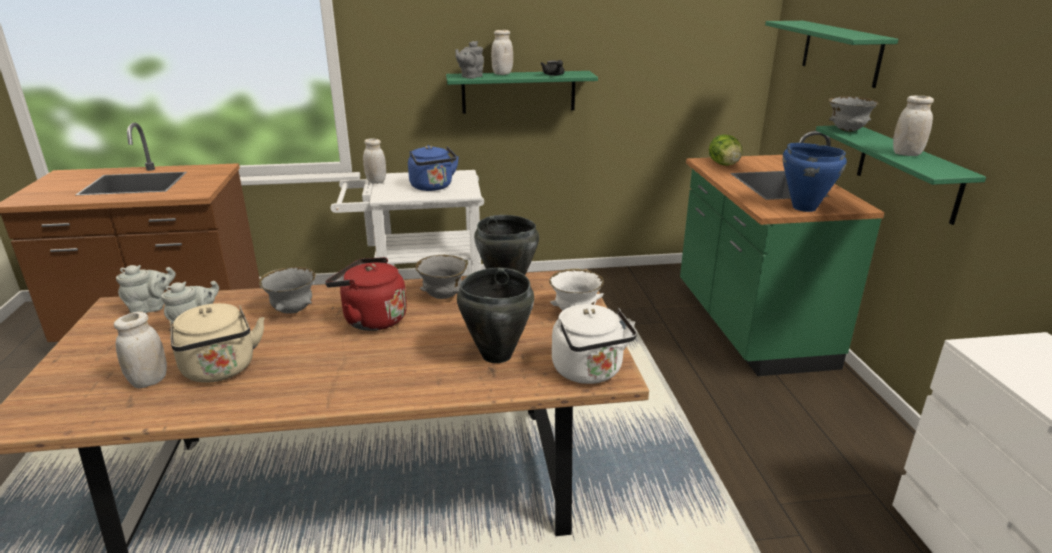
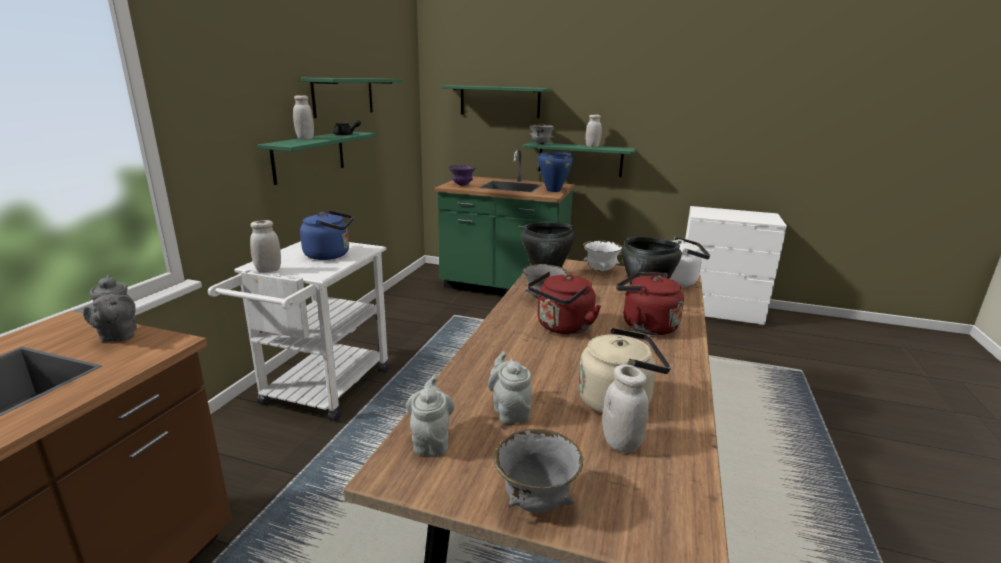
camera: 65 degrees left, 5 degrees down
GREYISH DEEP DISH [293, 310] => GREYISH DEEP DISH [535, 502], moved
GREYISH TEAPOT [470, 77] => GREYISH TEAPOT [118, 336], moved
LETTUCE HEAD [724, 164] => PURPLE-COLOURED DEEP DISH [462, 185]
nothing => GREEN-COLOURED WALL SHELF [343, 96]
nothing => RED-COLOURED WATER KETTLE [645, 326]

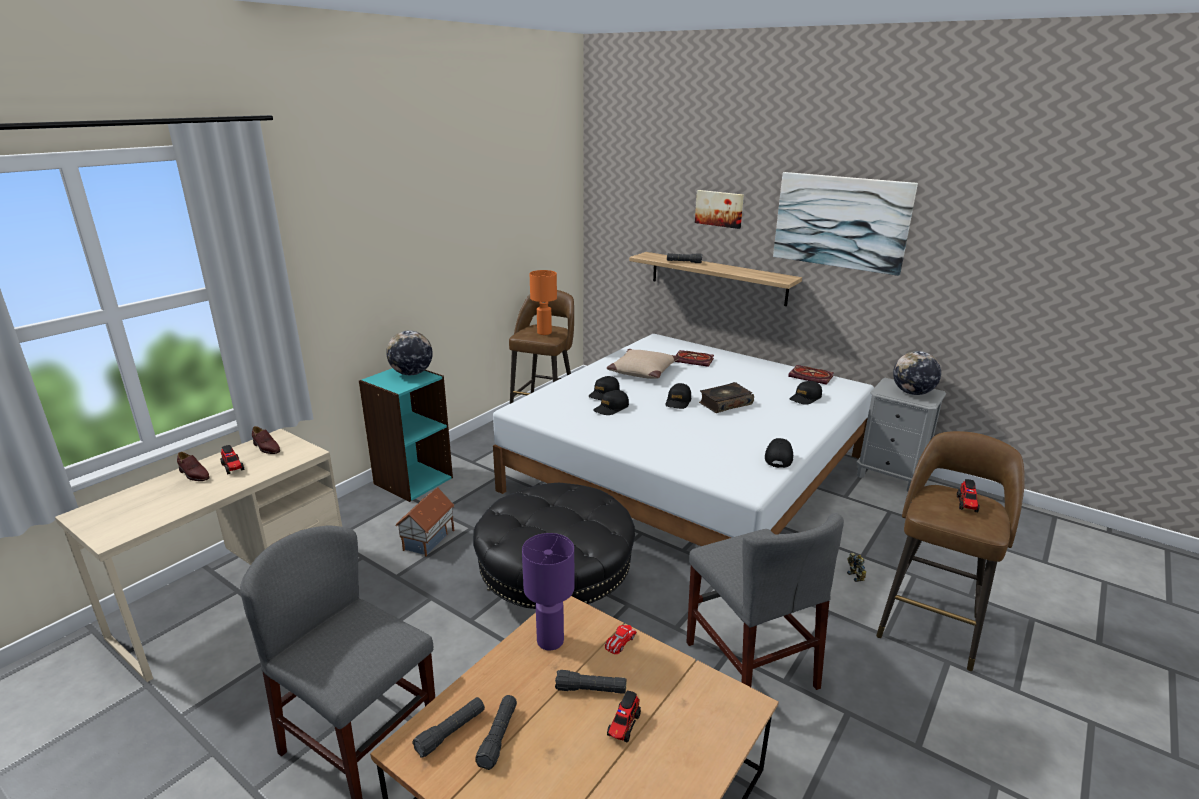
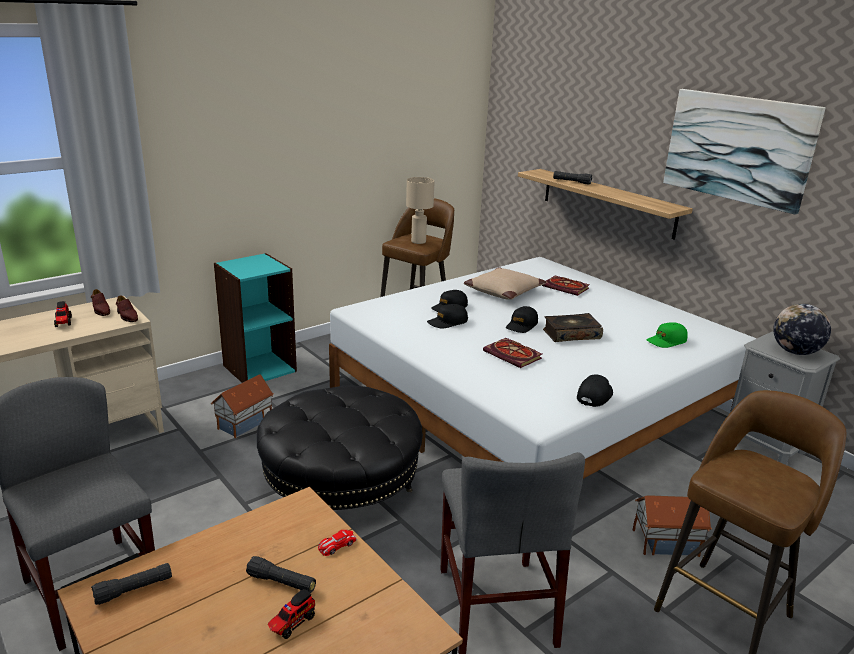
camera: 15 degrees right, 0 degrees up
BROWN LOW SHOE [194, 474] => BROWN LOW SHOE [127, 316], moved
DESK GLOBE [411, 373] => nothing
BLACK HAND TORCH [498, 737] => nothing
PURPLE-COLOURED TABLETOP LAMP [550, 641] => nothing
ORANGE-COLOURED TABLETOP LAMP [544, 333] => BEIGE TABLETOP LAMP [418, 242]
PICTURE [719, 208] => nothing
VOLUME [812, 376] => VOLUME [514, 355], moved
BLACK BASEBALL CAP [805, 398] => GREEN-COLOURED BASEBALL CAP [666, 341]
TOY ROBOT [856, 576] => MINIATURE HOUSE [665, 542]
MODEL TRUCK [967, 504] => nothing

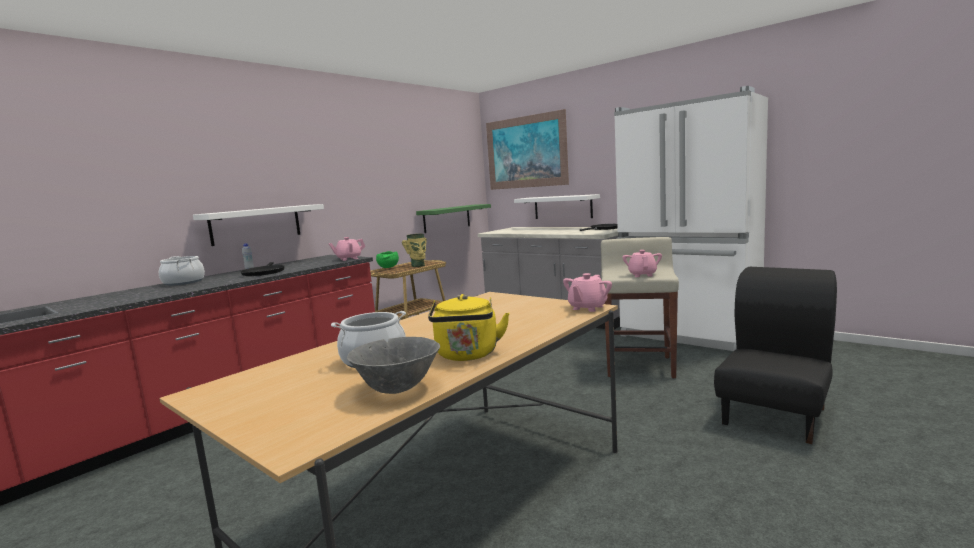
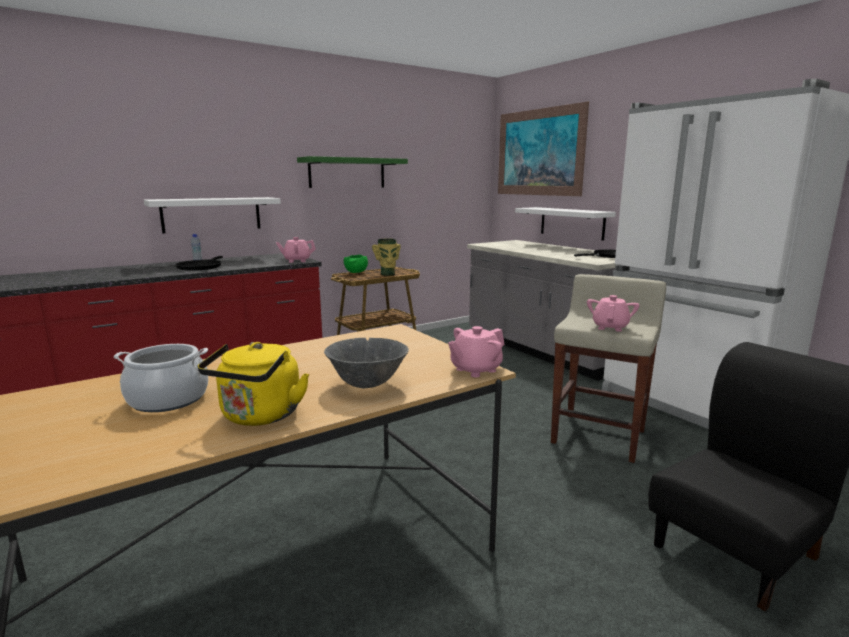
camera: 15 degrees right, 5 degrees up
COOKING POT [183, 282] => nothing
GREYISH DEEP DISH [397, 390] => GREYISH DEEP DISH [367, 385], moved
GREEN-COLOURED WALL SHELF [447, 218] => GREEN-COLOURED WALL SHELF [347, 173], moved

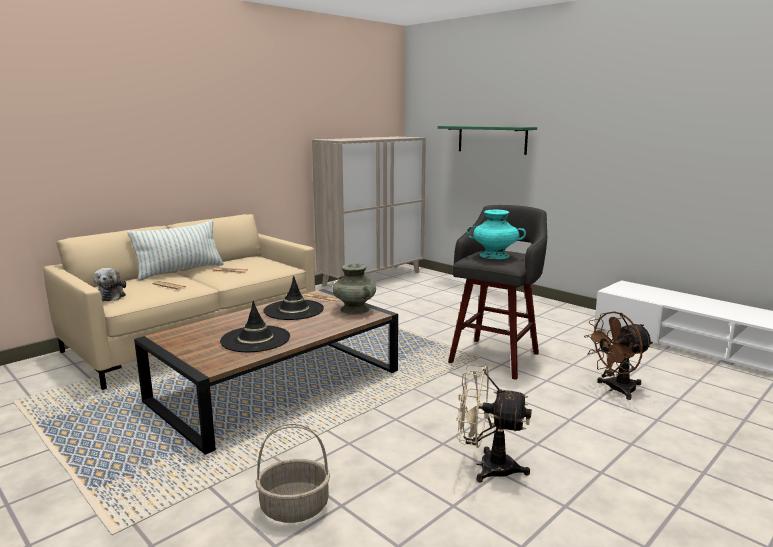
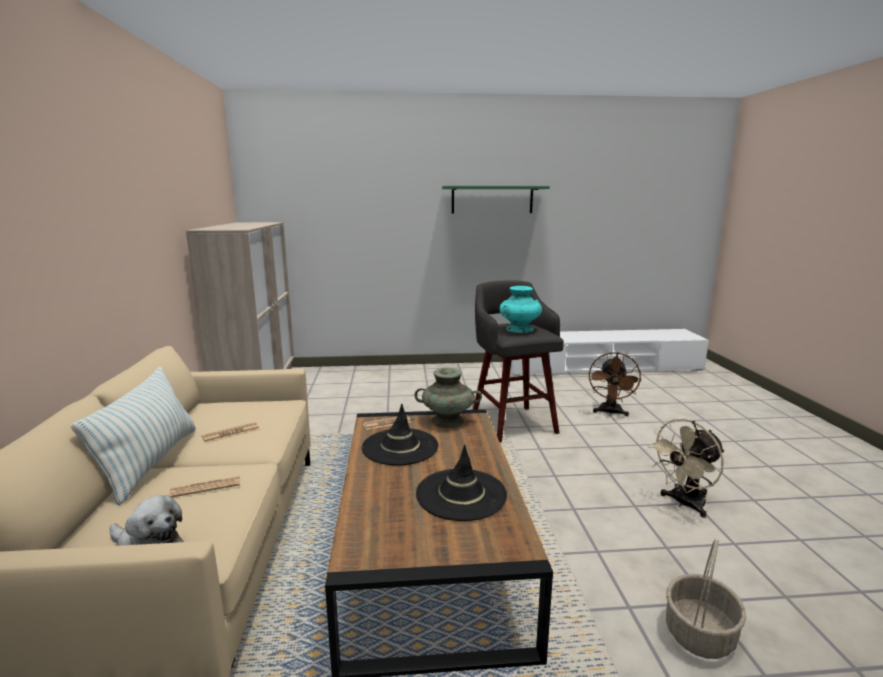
camera: 50 degrees left, 0 degrees up
GREEN-COLOURED WALL SHELF [491, 139] => GREEN-COLOURED WALL SHELF [492, 199], moved

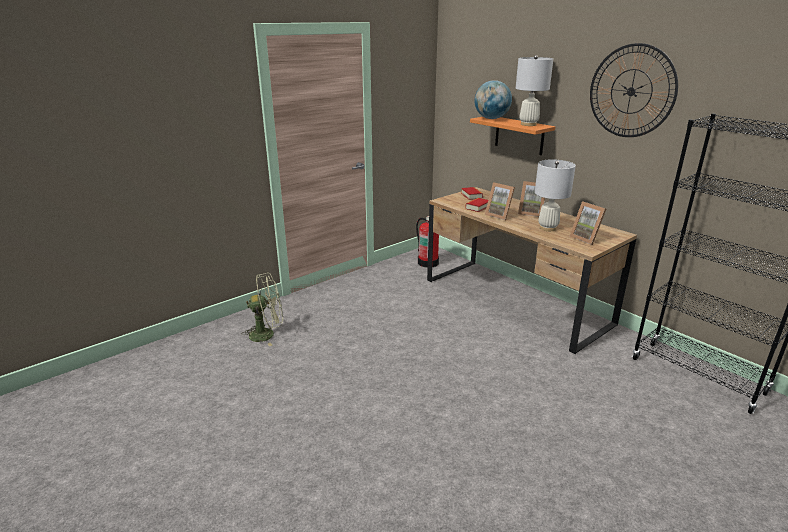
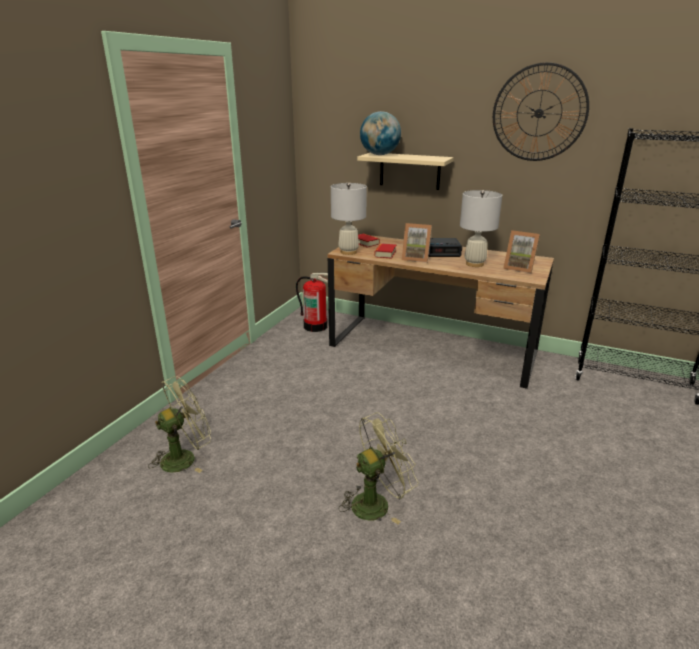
camera: 25 degrees left, 0 degrees up
ORANGE-COLOURED WALL SHELF [519, 135] => BEIGE WALL SHELF [409, 171]
WHITE-COLOURED TABLETOP LAMP [528, 124] => WHITE-COLOURED TABLETOP LAMP [348, 252], moved
PHOTO FRAME [531, 213] => ALARM CLOCK [442, 252]
nothing => GREEN-COLOURED FAN [376, 502]

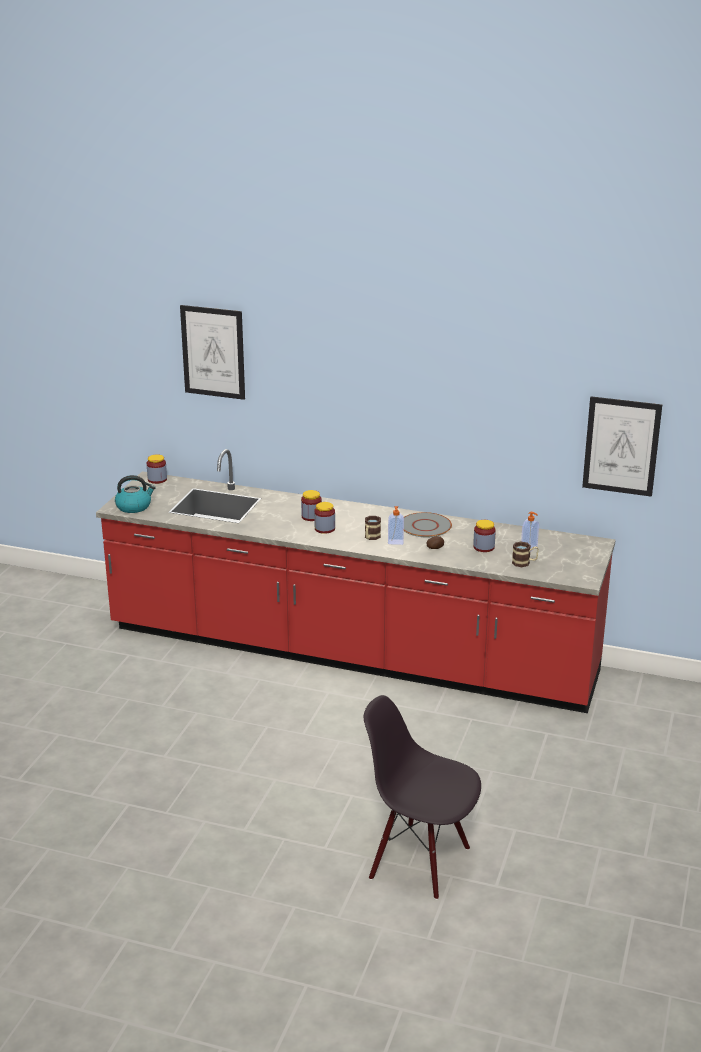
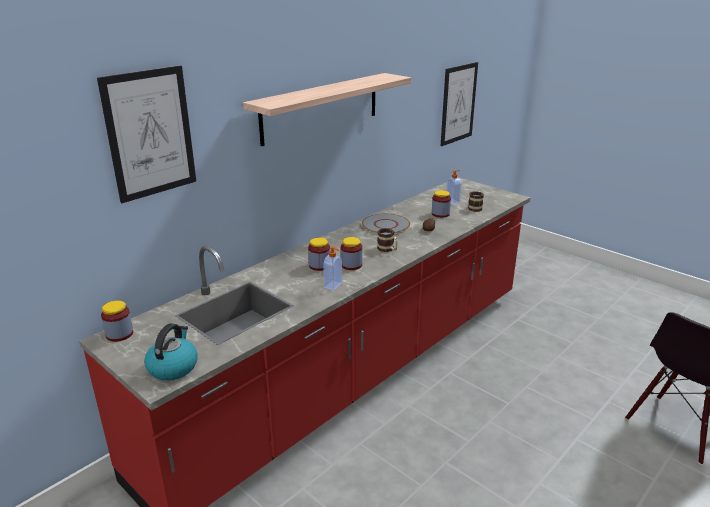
camera: 65 degrees left, 0 degrees up
SOAP BOTTLE [395, 542] => SOAP BOTTLE [333, 286], moved
nothing => WALL SHELF [321, 108]

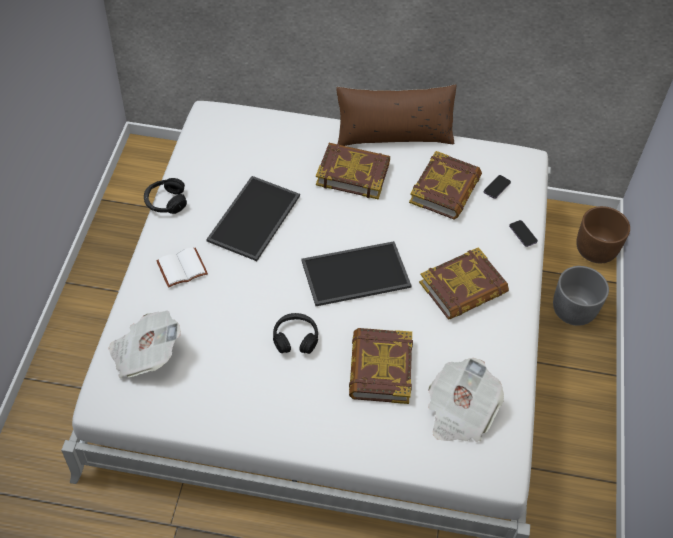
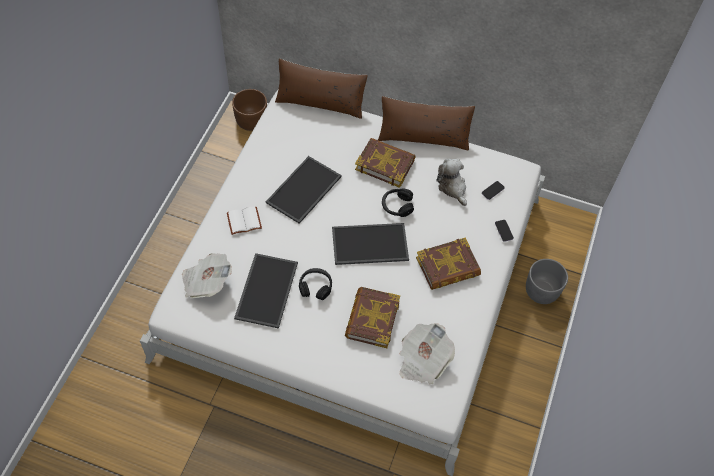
camera: 10 degrees right, 5 degrees up
BLACK HEADPHONES [165, 202] => BLACK HEADPHONES [397, 206], moved
VOLUME [445, 190] => PLUSH TOY [452, 187]
BROWN PLANT POT [596, 250] => BROWN PLANT POT [251, 121], moved
nothing => SERVING TRAY [265, 289]
nothing => BROWN PILLOW [320, 102]

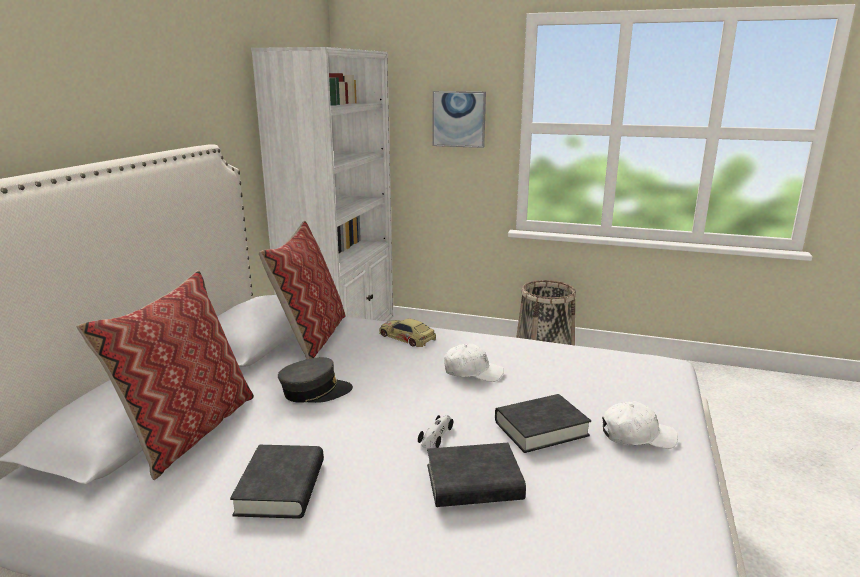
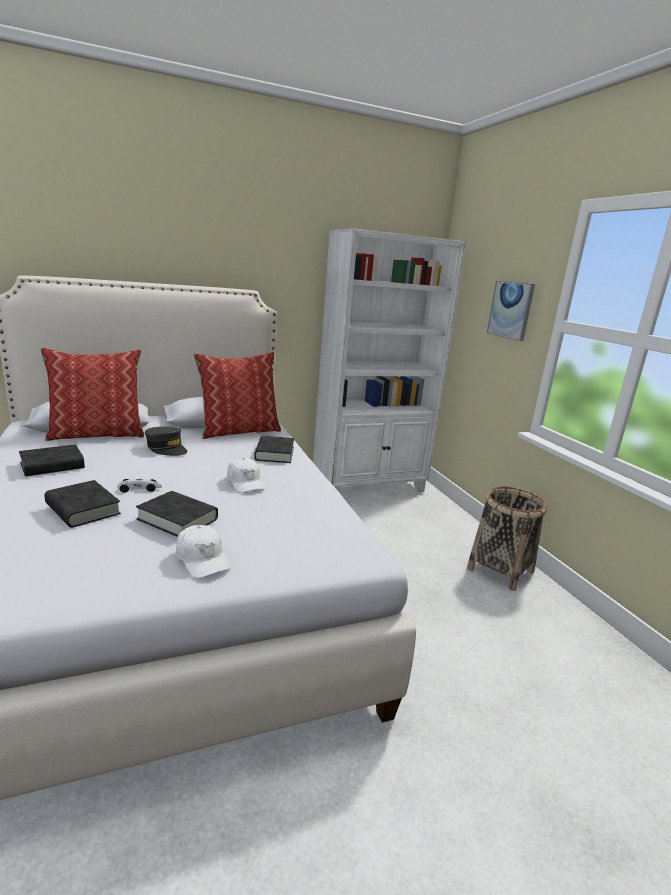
camera: 50 degrees right, 0 degrees up
TOY CAR [406, 337] => BLACK VOLUME [274, 453]

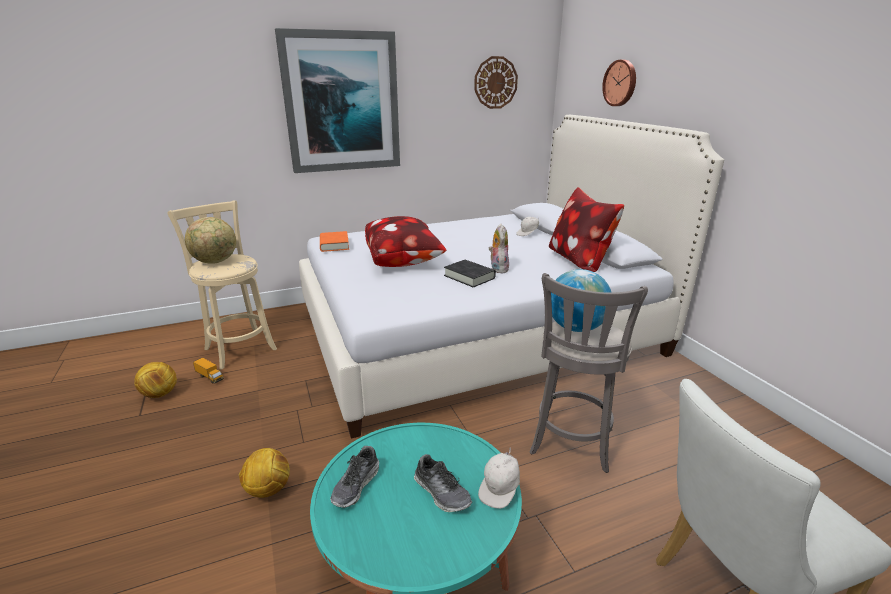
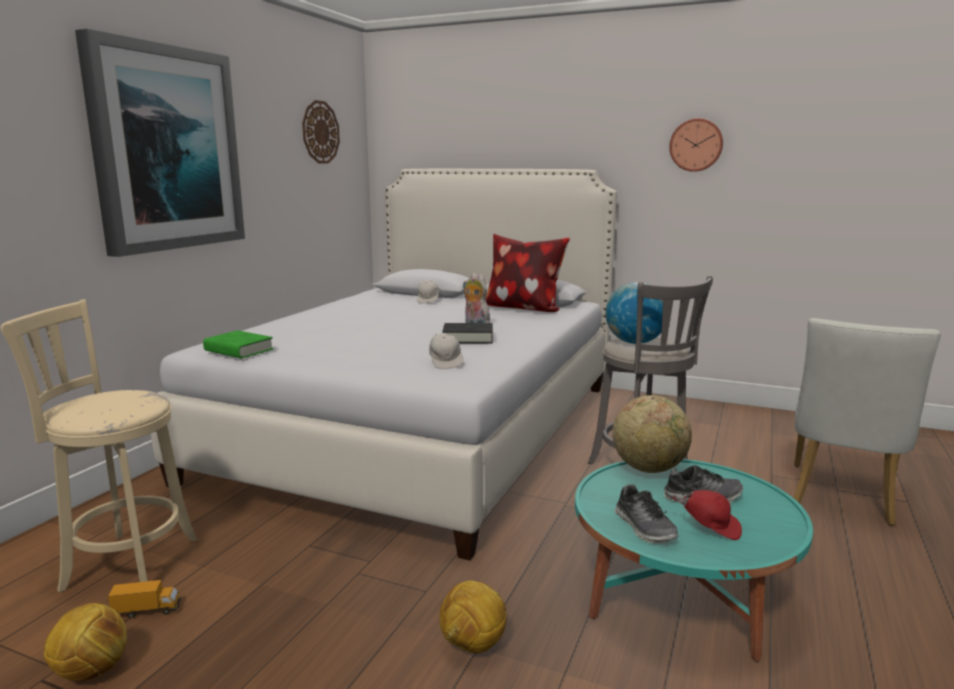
camera: 45 degrees left, 10 degrees down
DESK GLOBE [216, 262] => DESK GLOBE [649, 468], moved
ORANGE-COLOURED VOLUME [334, 245] => GREEN-COLOURED VOLUME [239, 350]
PILLOW [404, 262] => nothing
WHITE-COLOURED BASEBALL CAP [500, 489] => WHITE-COLOURED BASEBALL CAP [446, 362], moved
WALL CLOCK [620, 83] => WALL CLOCK [696, 145], moved
nothing => RED-COLOURED BASEBALL CAP [710, 528]

